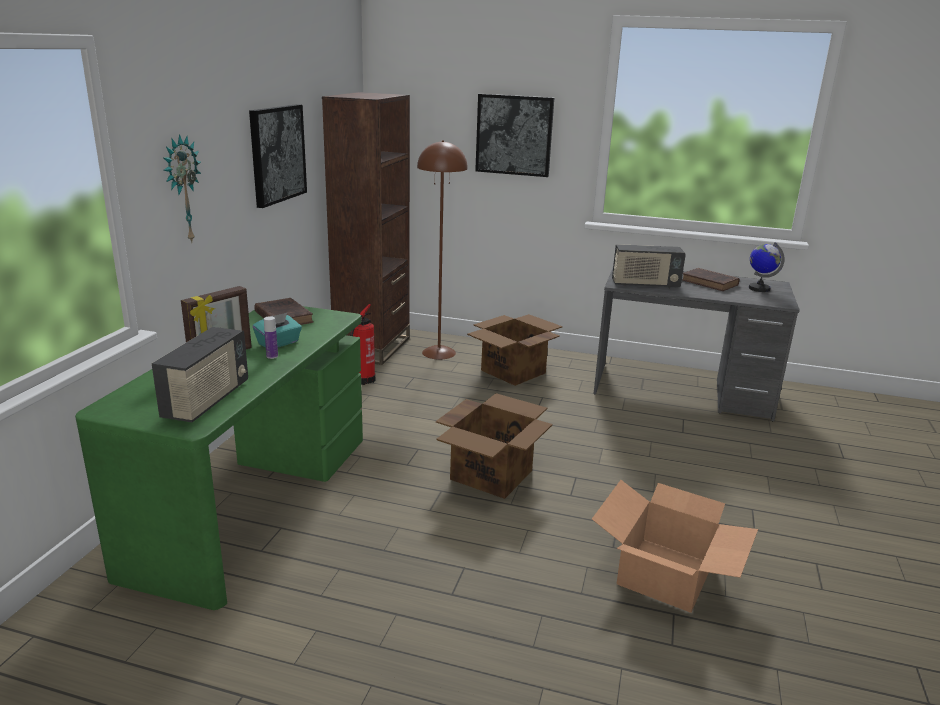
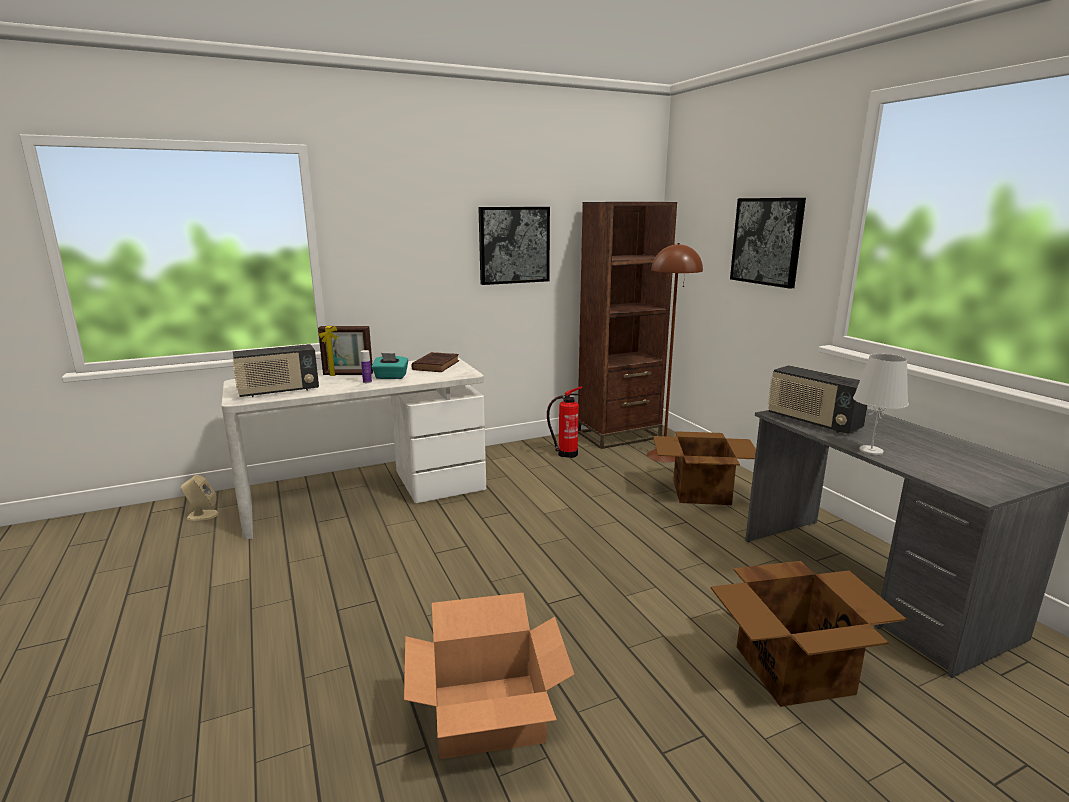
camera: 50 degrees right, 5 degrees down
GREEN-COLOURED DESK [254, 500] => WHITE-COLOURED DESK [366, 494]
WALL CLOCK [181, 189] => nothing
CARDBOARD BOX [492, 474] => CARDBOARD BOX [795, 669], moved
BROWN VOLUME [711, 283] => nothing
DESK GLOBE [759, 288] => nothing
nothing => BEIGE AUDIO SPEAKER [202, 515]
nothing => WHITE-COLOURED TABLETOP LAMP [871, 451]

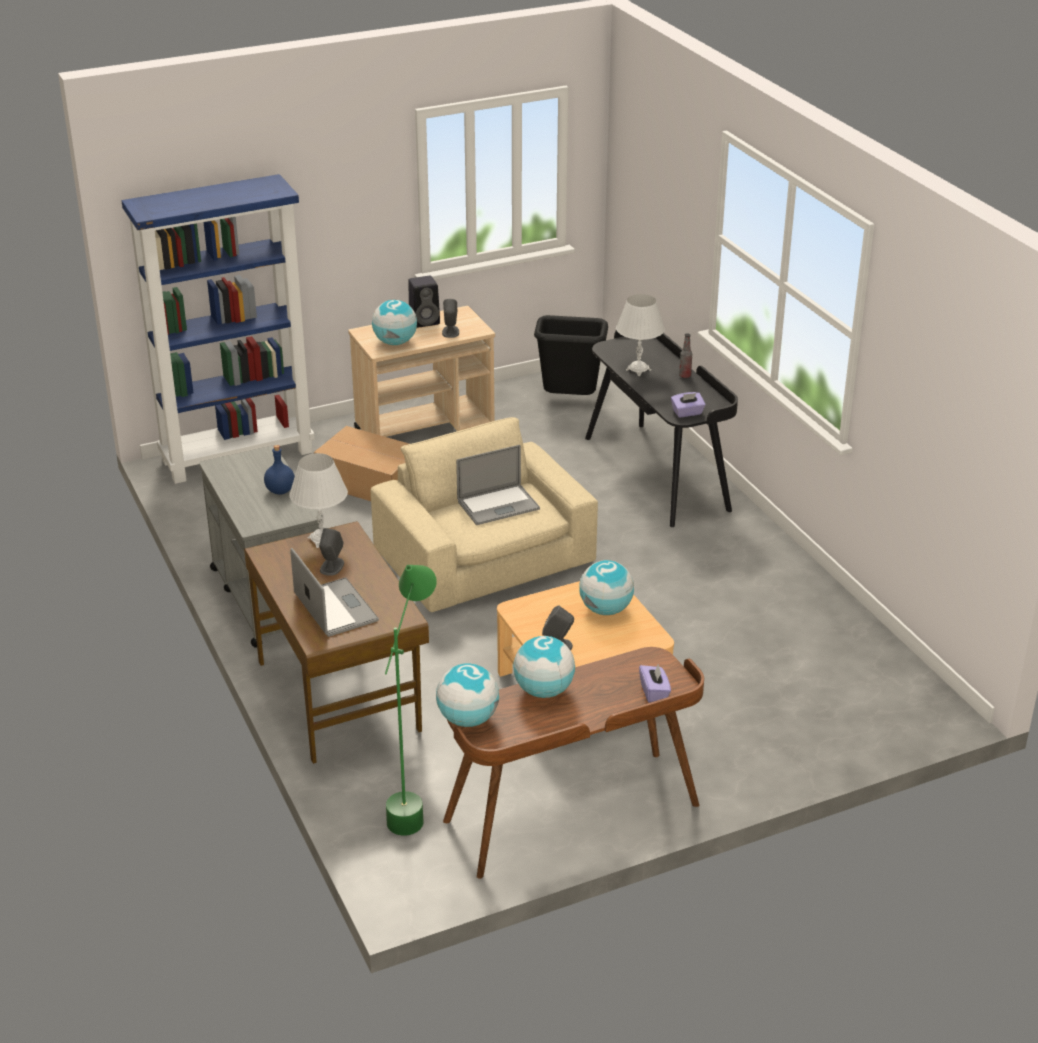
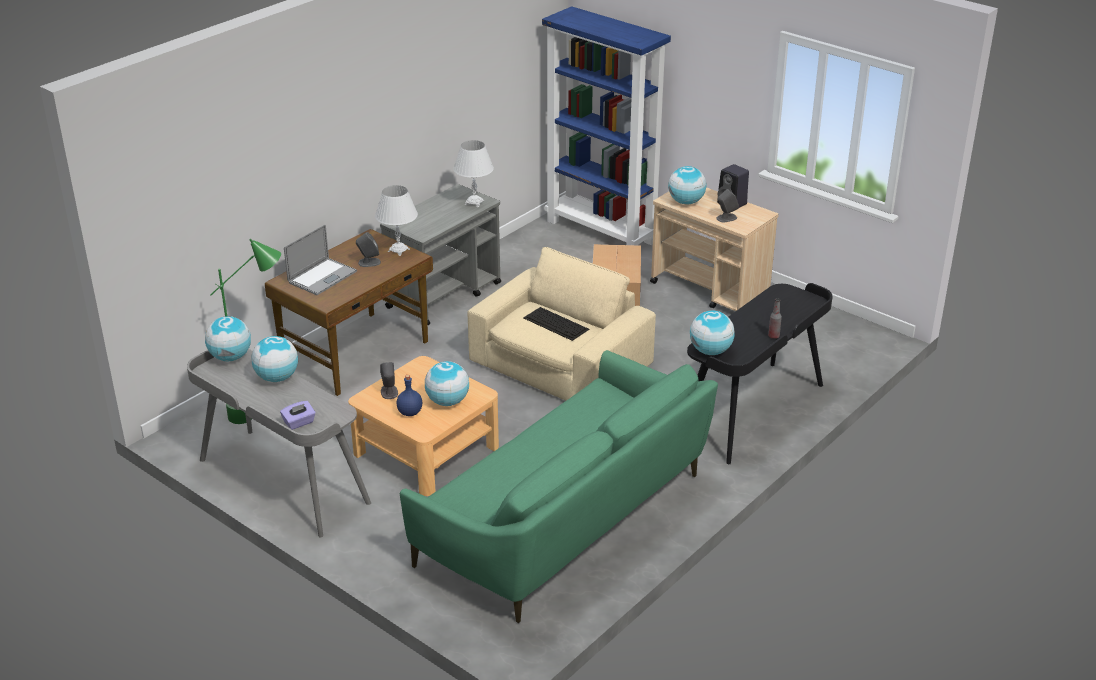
camera: 65 degrees right, 0 degrees up
BLUISH BEVERAGE BOTTLE [280, 491] => BLUISH BEVERAGE BOTTLE [409, 413], moved
BROWN DESK [573, 814] => GREYISH DESK [282, 482]
PORTABLE COMPUTER [498, 505] => COMPUTER KEYBOARD [556, 324]
BLACK WASTE BIN [570, 401] => nothing
WHITE-COLOURED TABLETOP LAMP [638, 370] => WHITE-COLOURED TABLETOP LAMP [474, 202], moved
PURPLE-COLOURED BOX OF TISSUES [687, 413] => DESK GLOBE [710, 351]
nothing => GREEN-COLOURED SETTEE [566, 520]

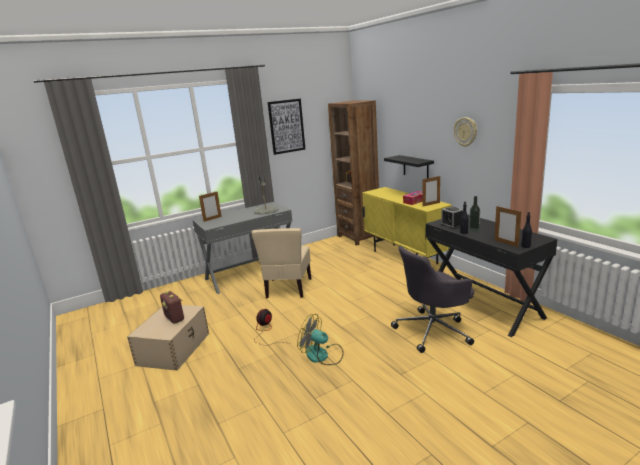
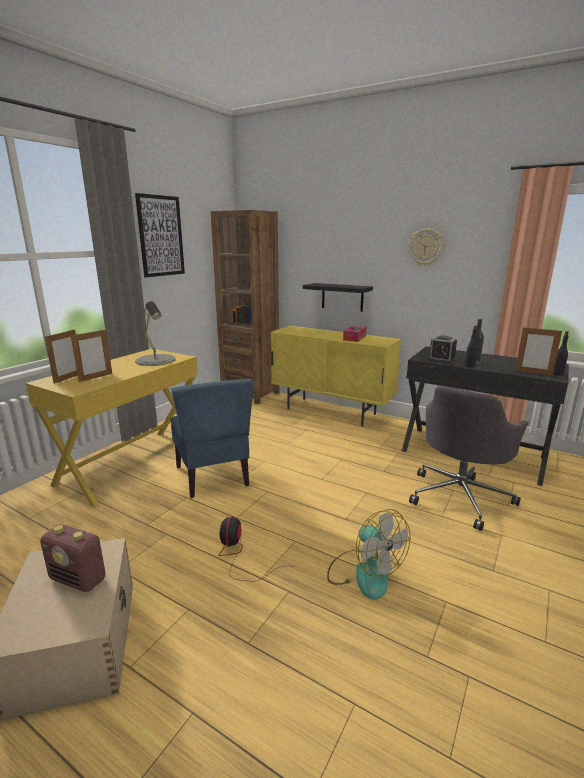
camera: 30 degrees left, 0 degrees up
GREYISH DESK [250, 274] => YELLOW-COLOURED DESK [132, 464]
BEIGE UPRIGHT CHAIR [288, 288] => BLUISH UPRIGHT CHAIR [213, 476]
FAN [322, 355] => FAN [364, 573], 120 degrees counterclockwise
PHOTO FRAME [431, 204] => PHOTO FRAME [96, 377], moved

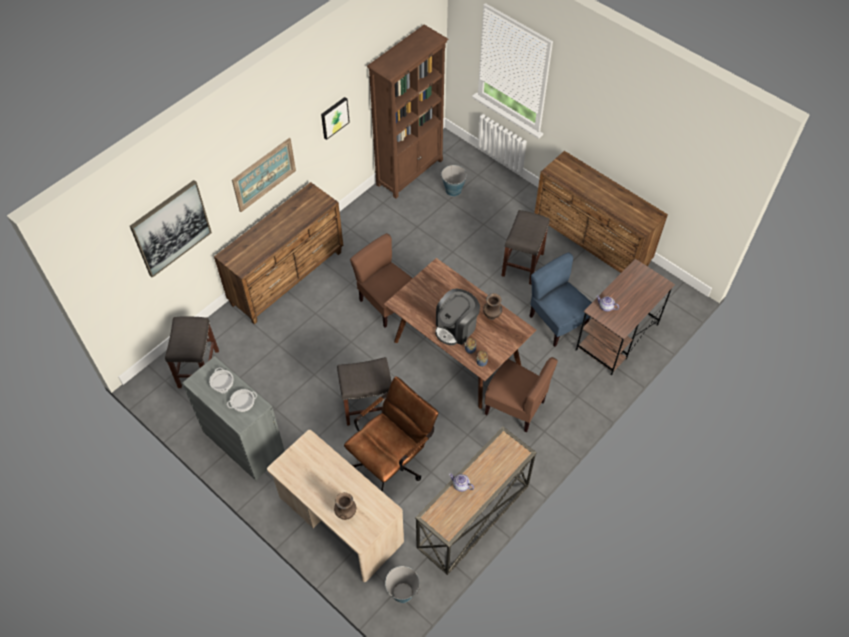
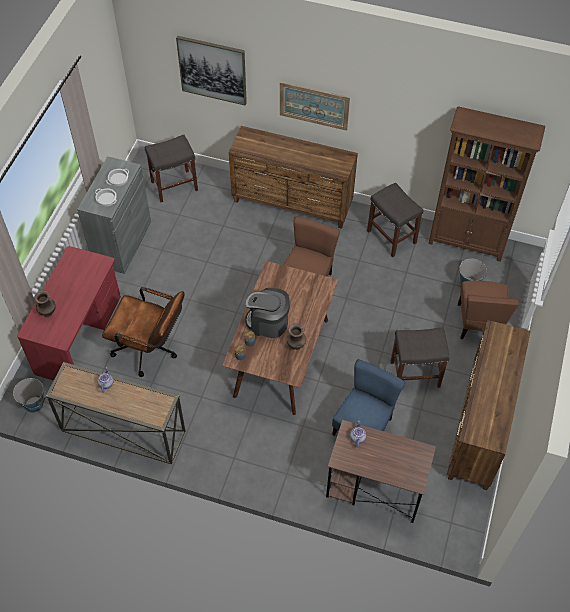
camera: 65 degrees right, 0 degrees up
BEIGE DESK [339, 521] => RED-COLOURED DESK [79, 335]
PICTURE [334, 117] => nothing
GREYISH STOOL SEAT [368, 406] => GREYISH STOOL SEAT [392, 237], moved
BROWN UPRIGHT CHAIR [515, 407] => BROWN UPRIGHT CHAIR [479, 323], moved

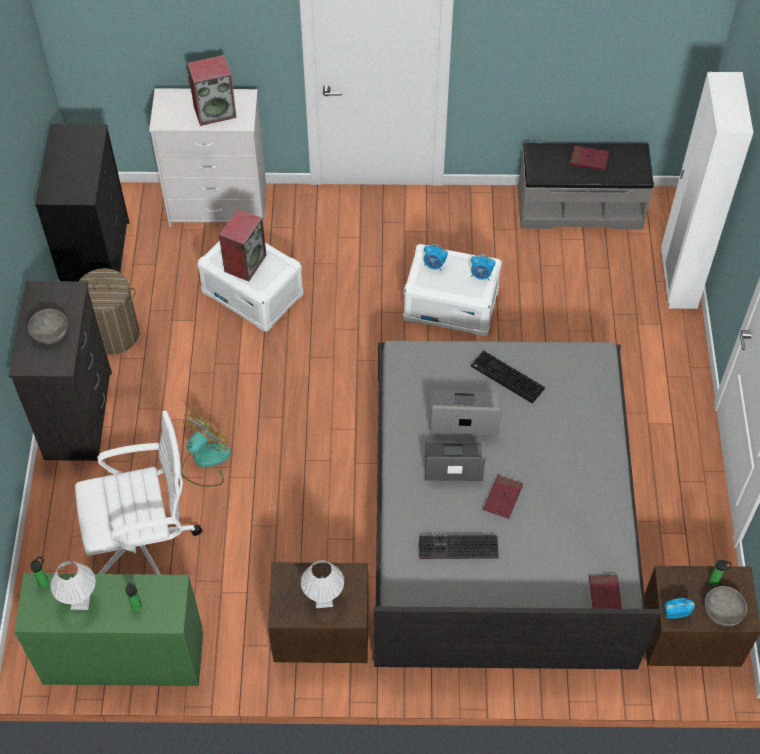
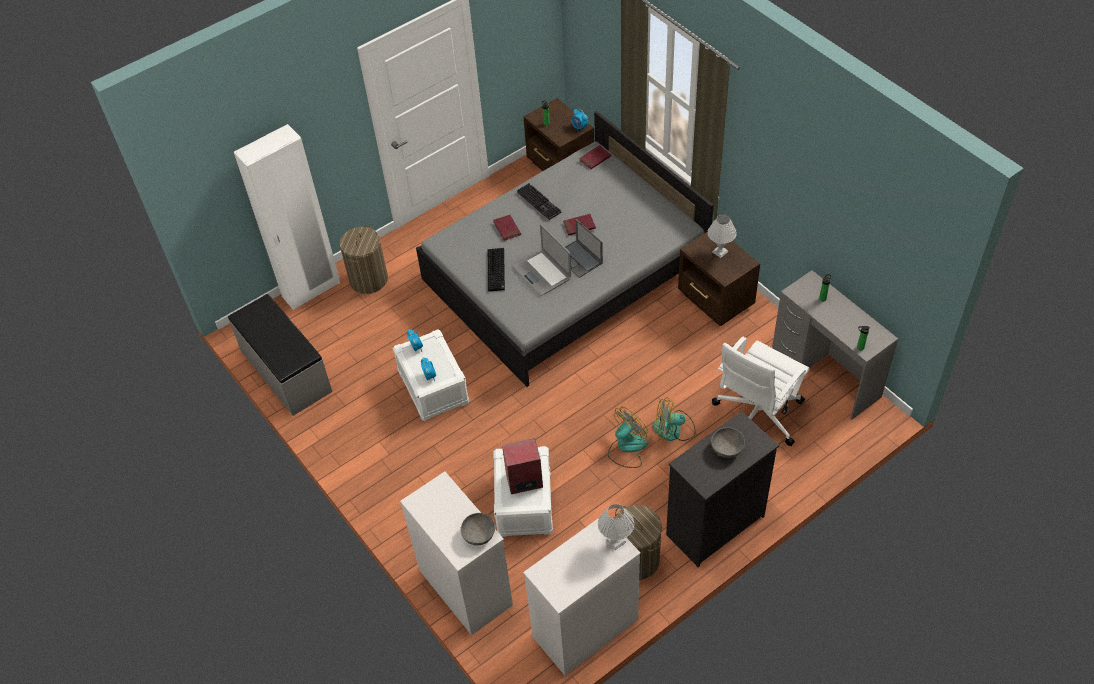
camera: 125 degrees left, 5 degrees down
GREEN-COLOURED DESK [123, 658] => GREYISH DESK [826, 373]
BLACK CHEST OF DRAWERS [97, 258] => WHITE-COLOURED CHEST OF DRAWERS [584, 629]
WHITE-COLOURED TABLETOP LAMP [81, 602] => WHITE-COLOURED TABLETOP LAMP [616, 540], moved
WHITE-COLOURED COMPUTER CHAIR [145, 545] => WHITE-COLOURED COMPUTER CHAIR [756, 416], 90 degrees counterclockwise
AUDIO SPEAKER [215, 111] => nothing
COMPUTER KEYBOARD [457, 549] => COMPUTER KEYBOARD [540, 202], moved
RED-COLOURED VOLUME [589, 159] => RED-COLOURED VOLUME [507, 228], moved
GREYISH DEEP DISH [722, 612] => GREYISH DEEP DISH [479, 534], moved
nothing => HAMPER [368, 279]
nothing => FAN [627, 448]

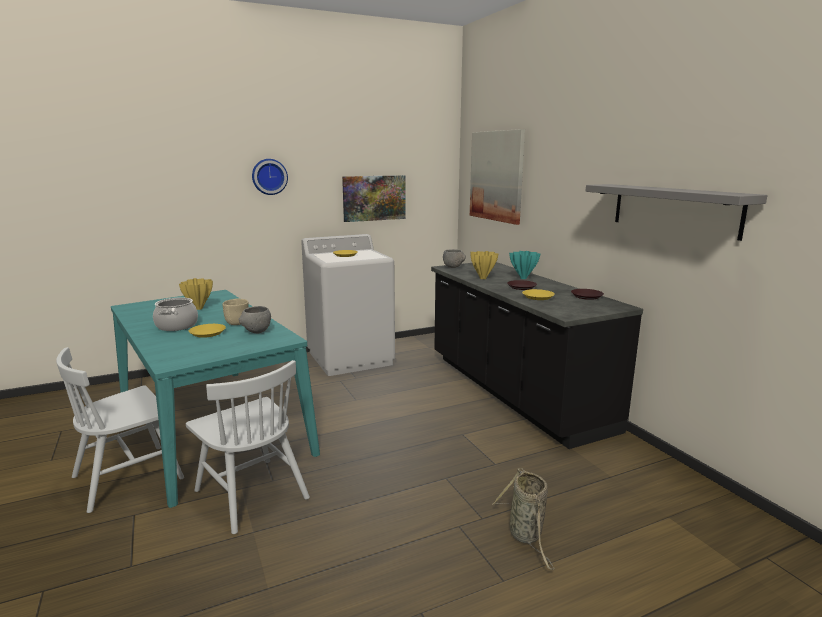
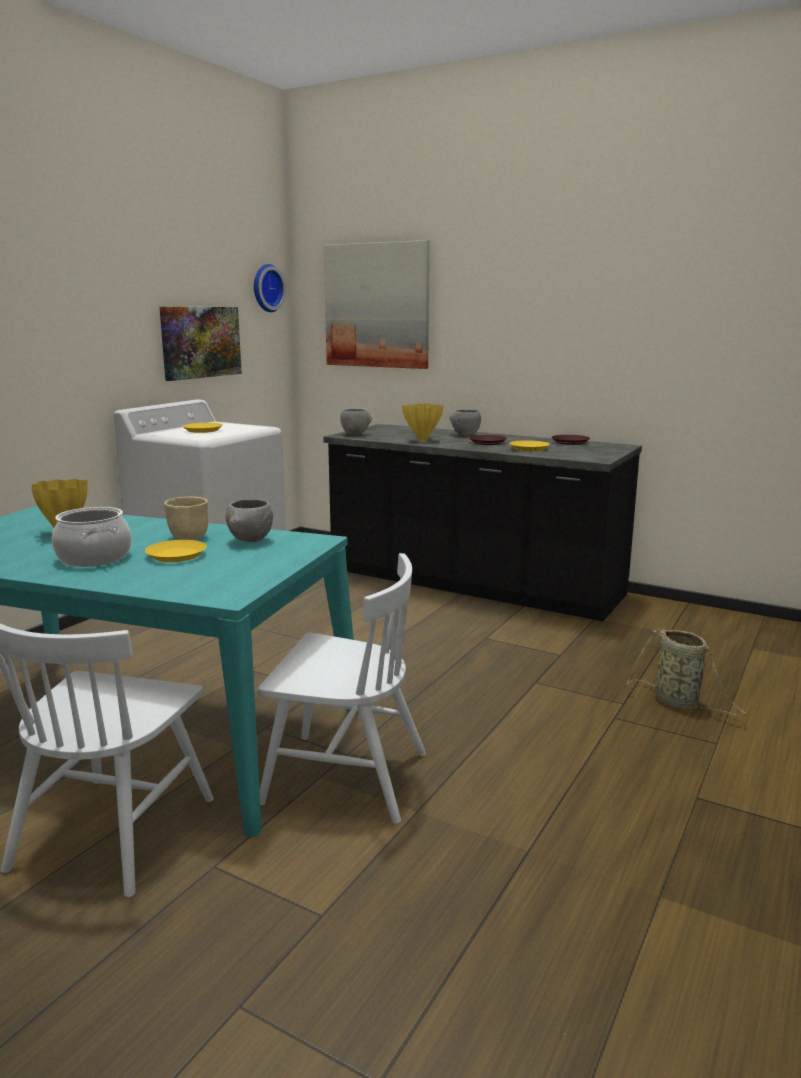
camera: 35 degrees left, 0 degrees up
WALL CLOCK [269, 176] => WALL CLOCK [266, 288], moved
BLUE-GREEN DECORATIVE VASE [524, 278] => GREYISH DEEP DISH [465, 435]
GREYISH WALL SHELF [674, 209] => nothing

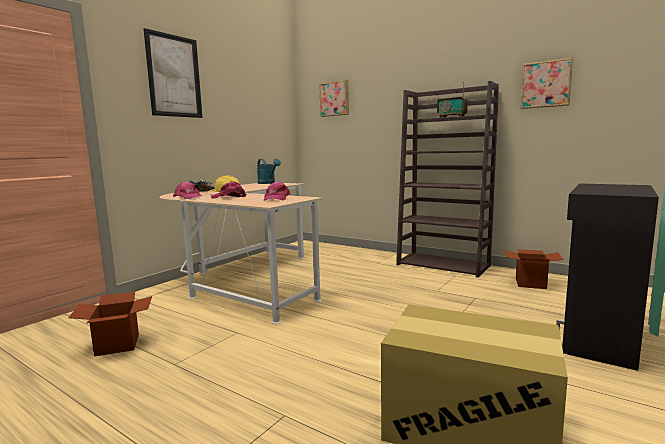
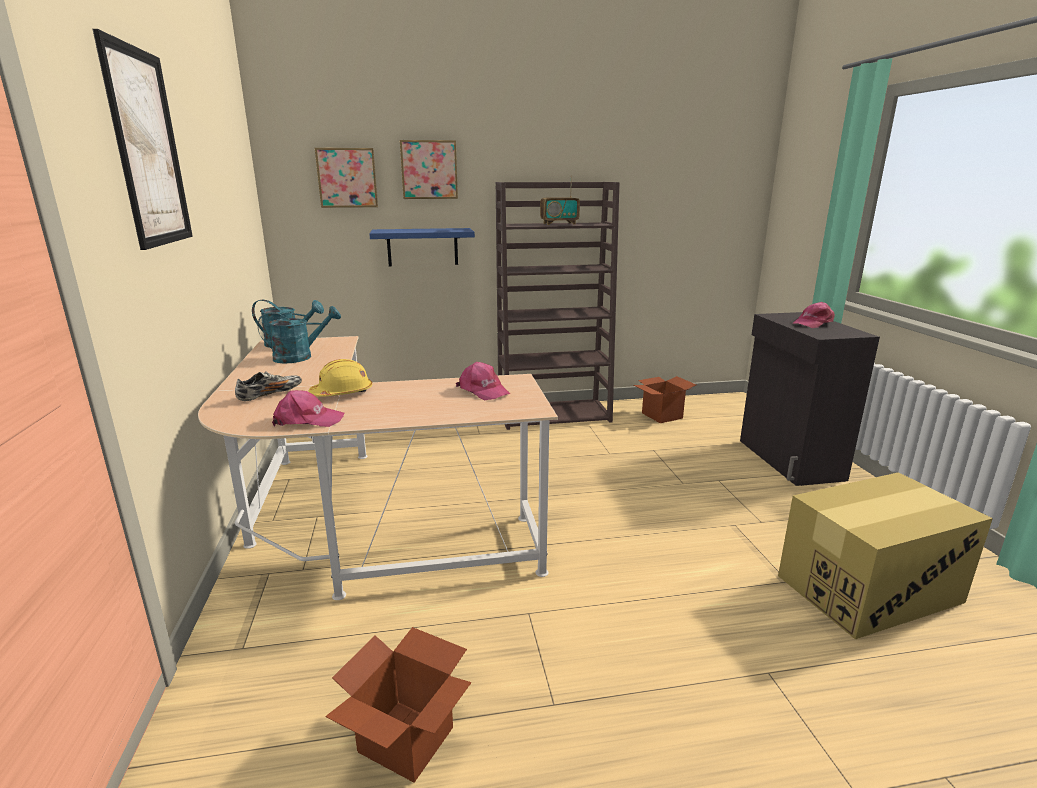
camera: 45 degrees left, 10 degrees up
PINK BASEBALL CAP [229, 197] => PINK BASEBALL CAP [813, 323], moved
PICTURE [546, 84] => PICTURE [429, 170], moved
nothing => BLUE-GREEN WATERING CAN [300, 357]
nothing => BLUISH WALL SHELF [422, 247]

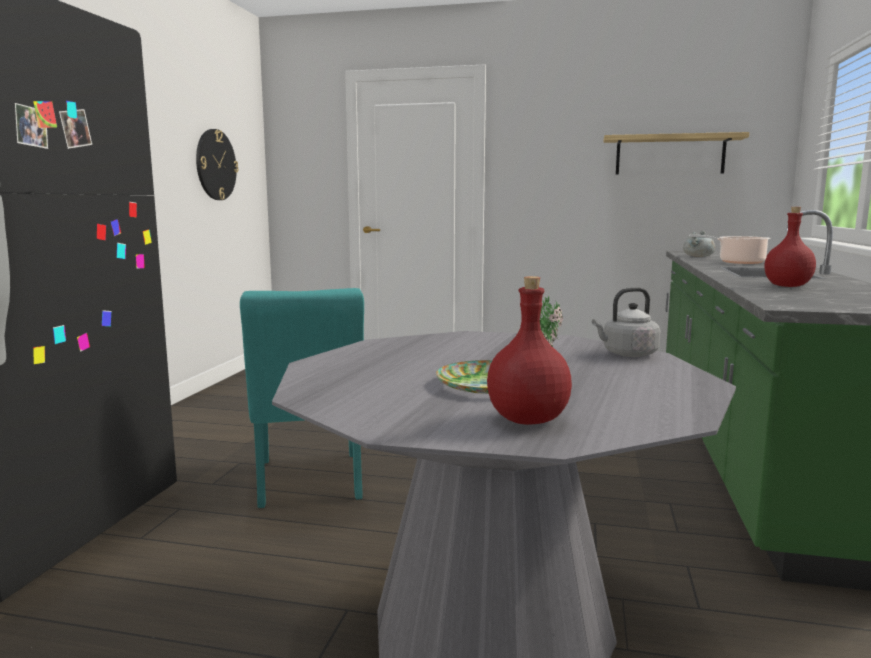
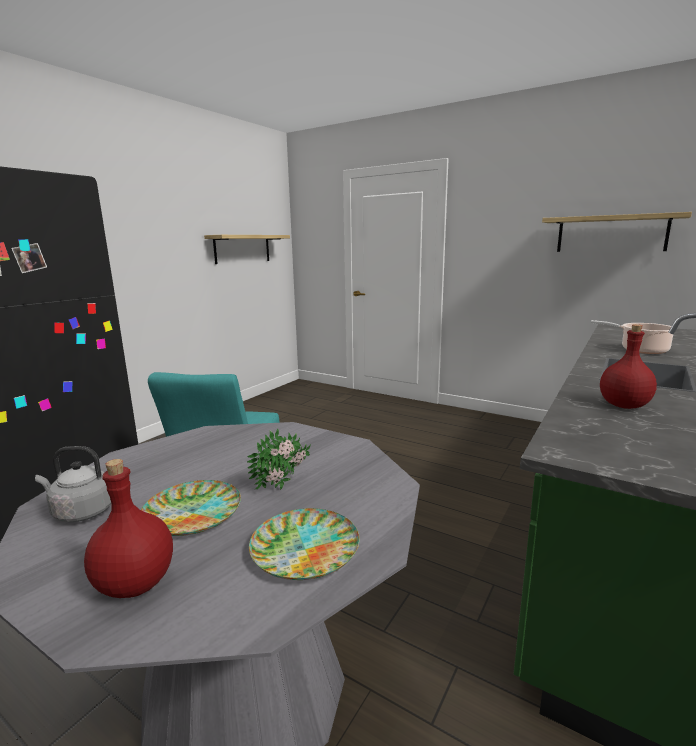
camera: 20 degrees right, 5 degrees up
WALL CLOCK [215, 165] => WALL SHELF [242, 249]
GREYISH WATER KETTLE [627, 354] => GREYISH WATER KETTLE [81, 512], moved
GREYISH COOKING POT [698, 256] => nothing
nothing => DINNER PLATE [304, 549]

